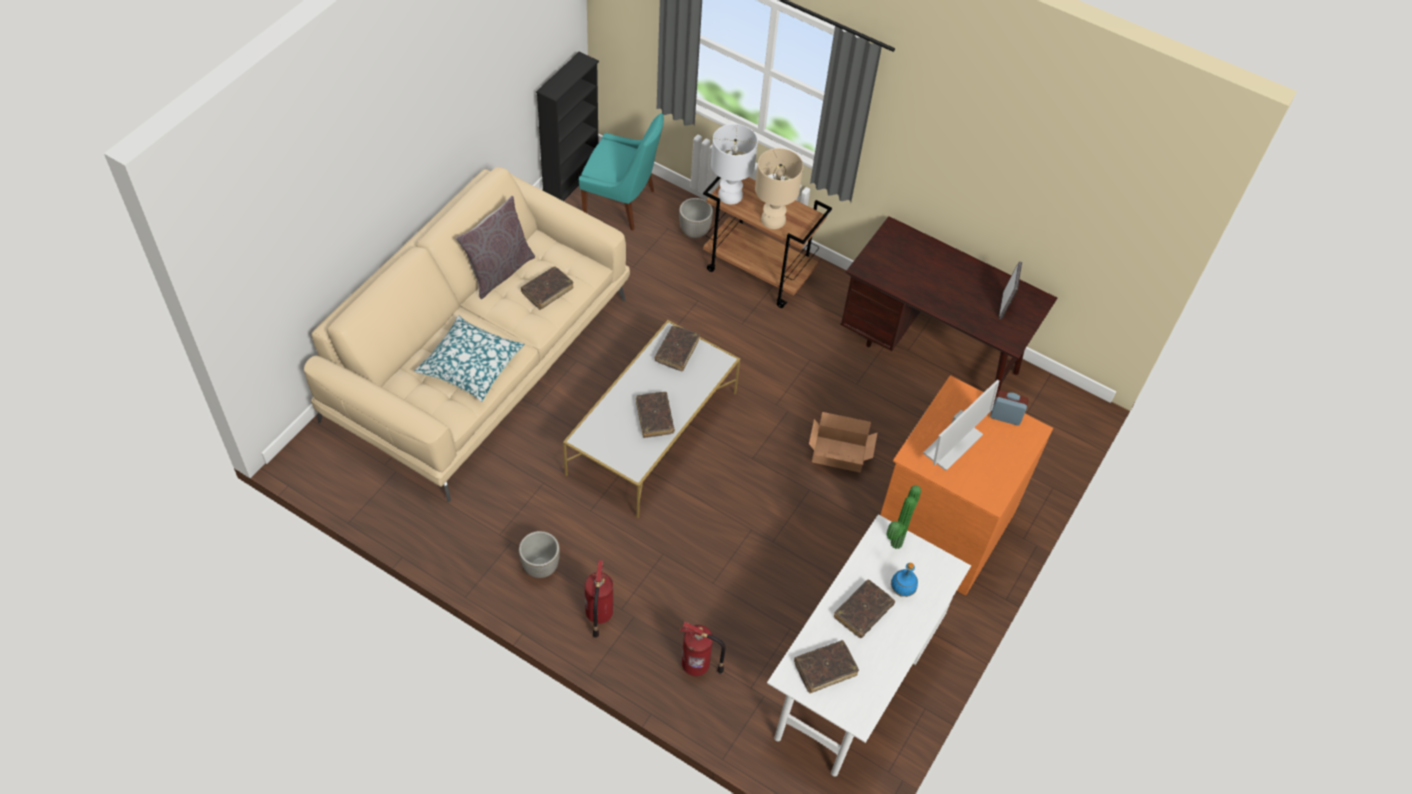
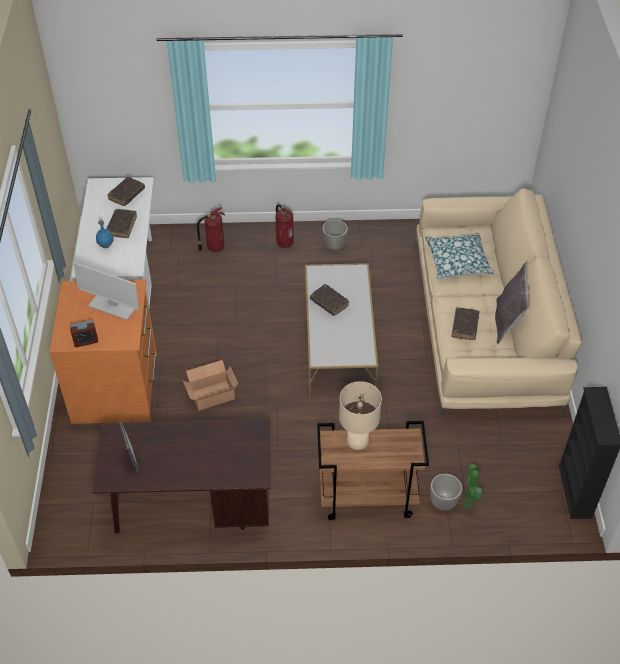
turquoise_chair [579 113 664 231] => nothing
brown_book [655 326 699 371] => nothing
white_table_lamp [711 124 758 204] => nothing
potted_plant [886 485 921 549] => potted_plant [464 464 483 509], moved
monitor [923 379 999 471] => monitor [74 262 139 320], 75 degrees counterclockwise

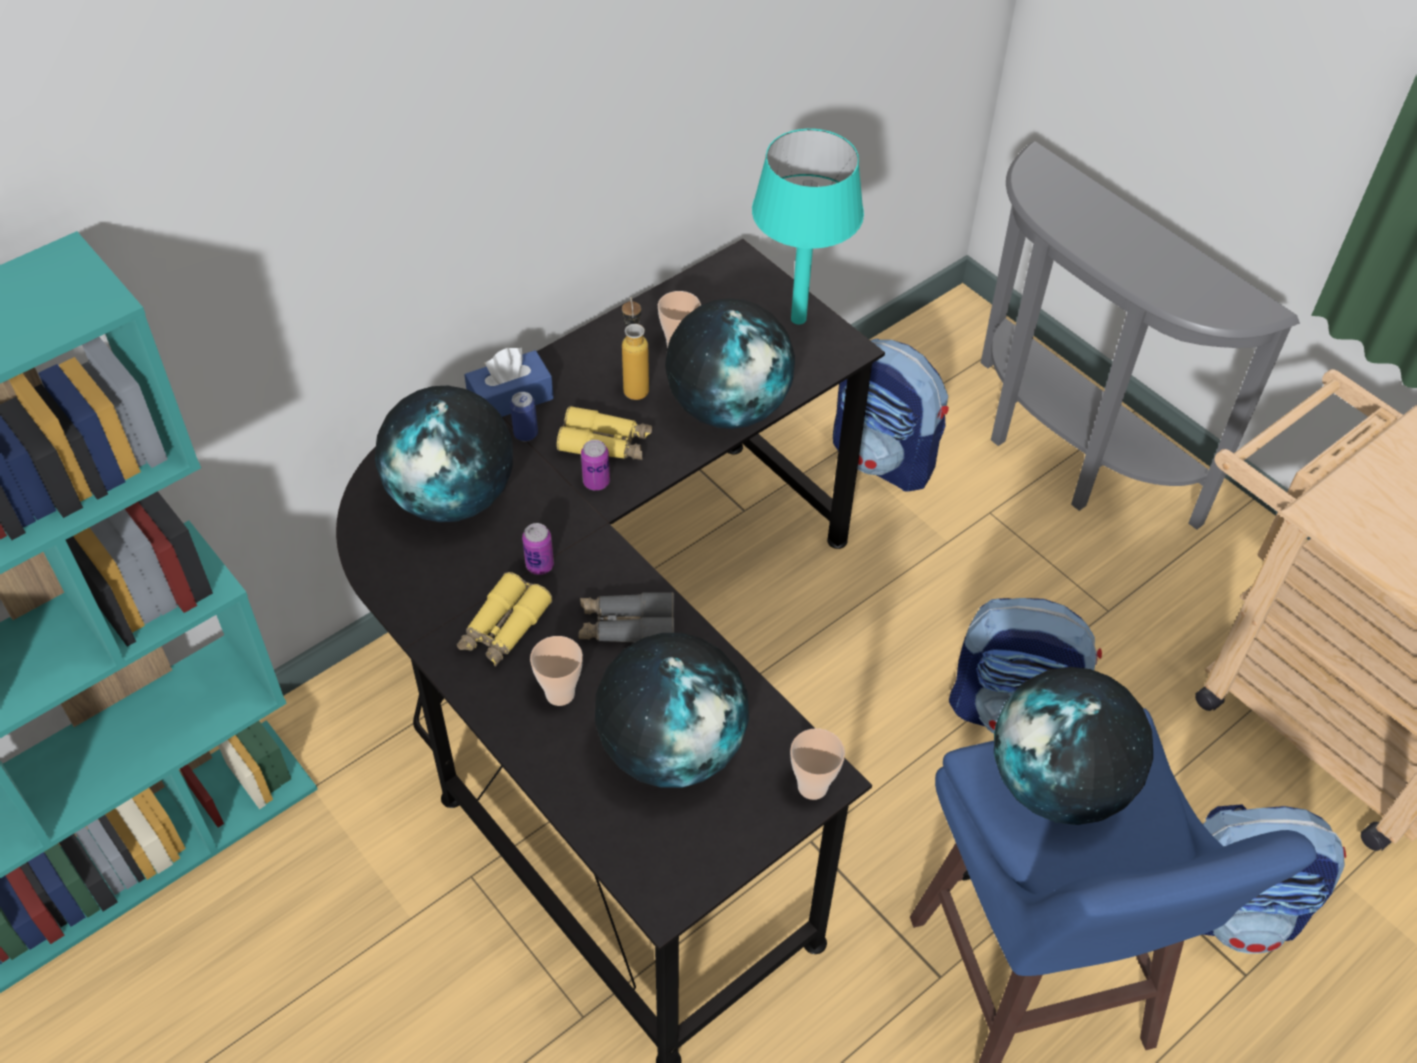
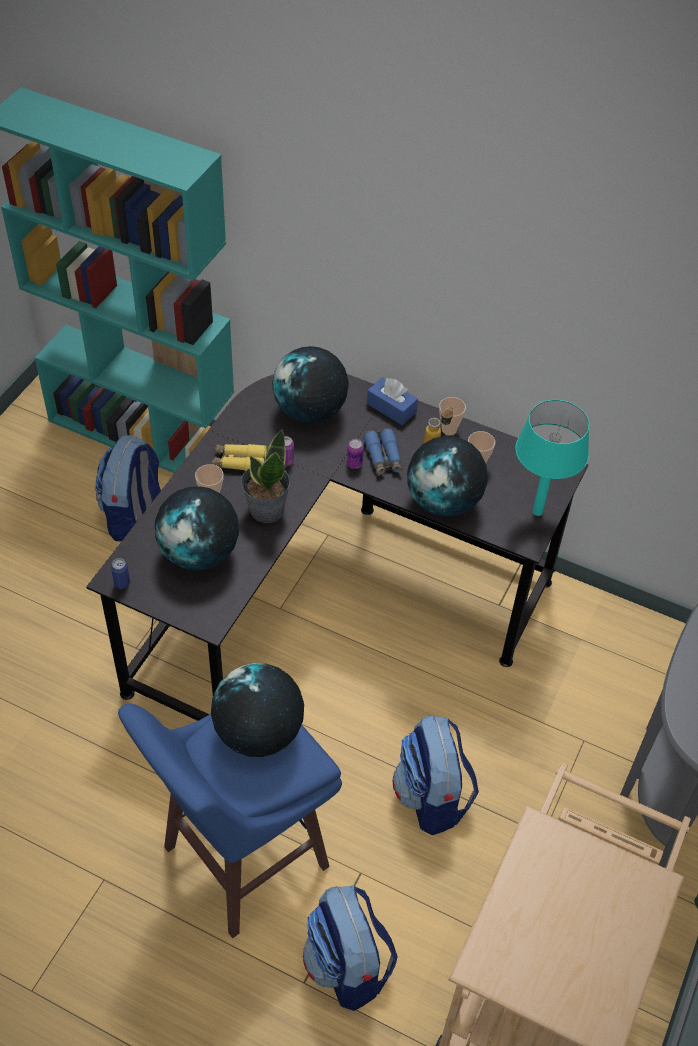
can [510 392 538 441] => can [111 558 130 589], moved
yellow_binoculars [557 406 652 460] => blue_binoculars [363 429 403 476]
grey_binoculars [578 592 674 642] => potted_plant [241 429 290 523]
cup [790 728 845 800] => cup [439 397 466 435], moved
backpack [833 338 949 492] => backpack [95 435 161 542], moved

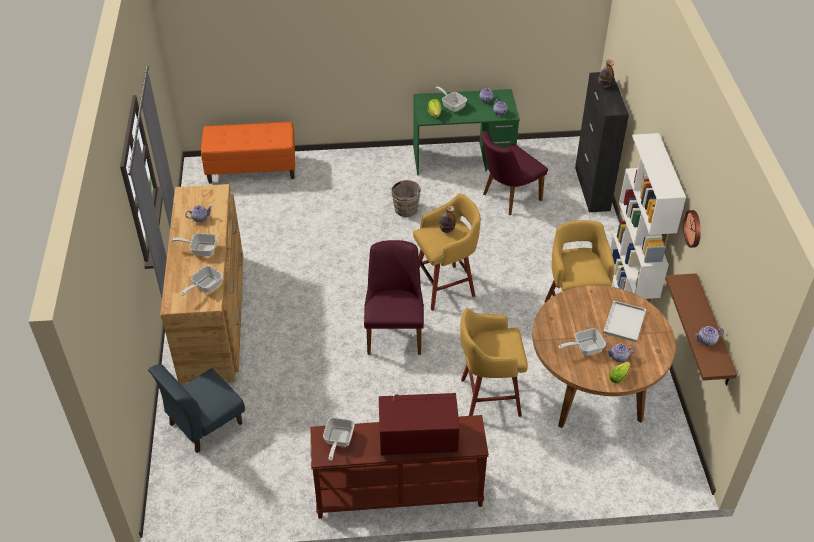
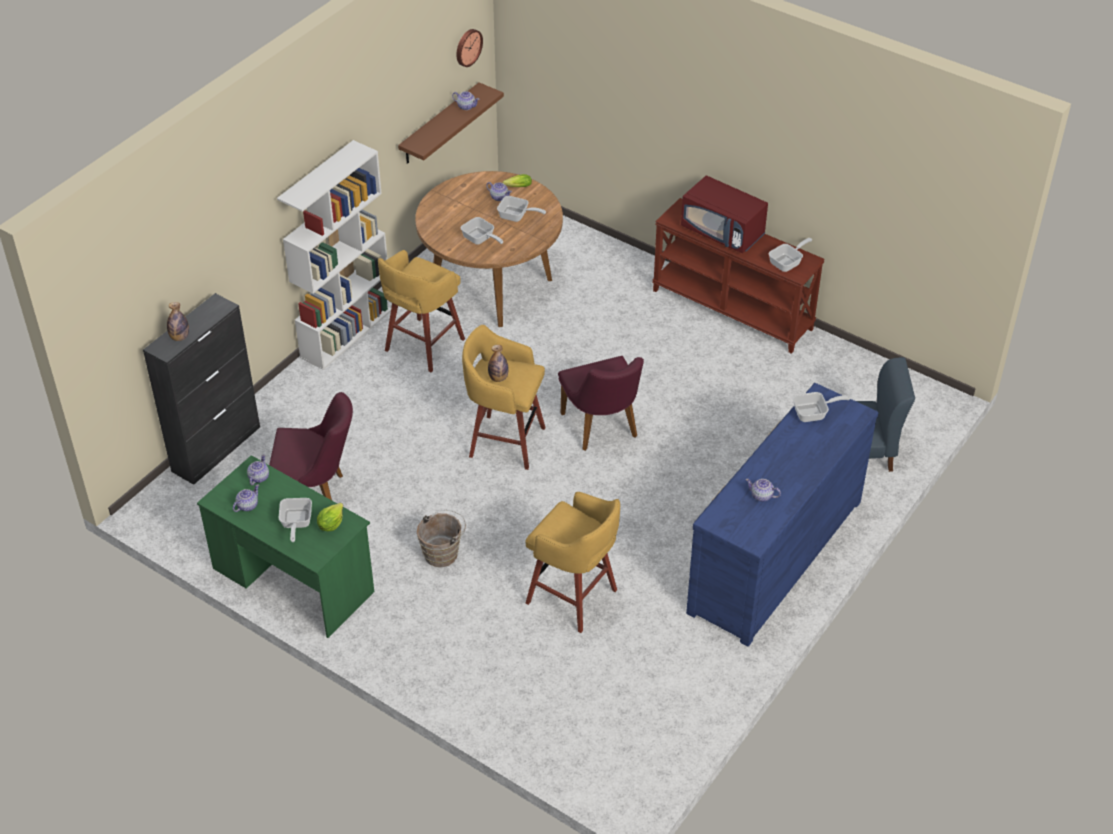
brown_dresser [160 184 243 386] => blue_dresser [686 383 879 647]
frying_pan [171 233 217 256] => frying_pan [460 217 503 245], moved
orange_bench [201 122 295 184] => nothing
purple_chair [364 240 424 355] => purple_chair [558 356 644 451], 60 degrees counterclockwise
yellow_stool [460 308 528 417] => yellow_stool [526 492 620 633], moved
white_tray [603 301 646 342] => nothing
wall_clock [683 210 701 248] => wall_clock [456 29 483 67], moved

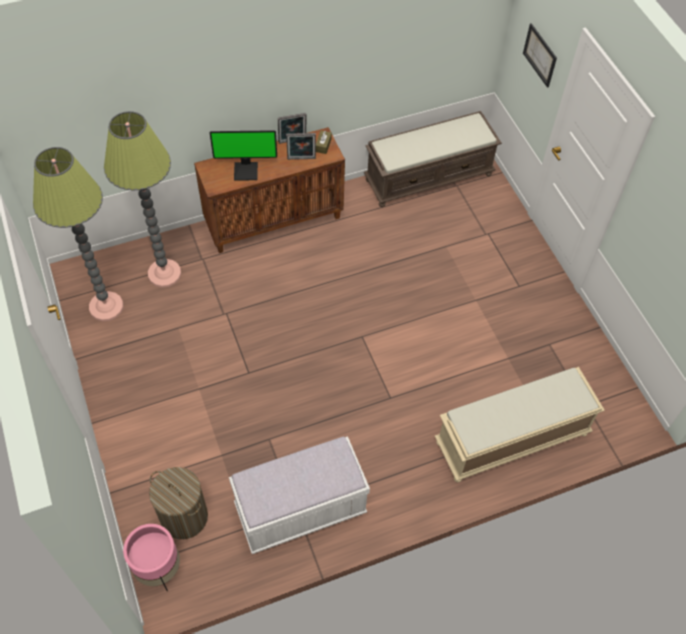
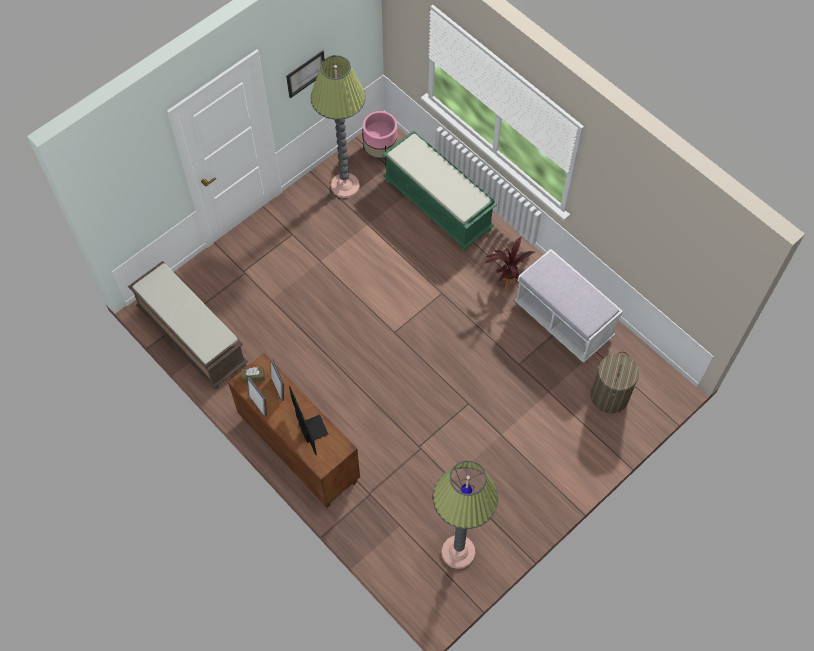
floor_lamp [104 111 181 288] => floor_lamp [311 55 366 198], moved
pink_planter [123 524 180 591] => pink_planter [363 111 397 163], moved
beige_bench [435 367 605 482] => green_bench [382 131 496 251]
picture [523 23 557 88] => picture [286 50 324 98], moved
nothing => potted_plant [485 237 534 291]

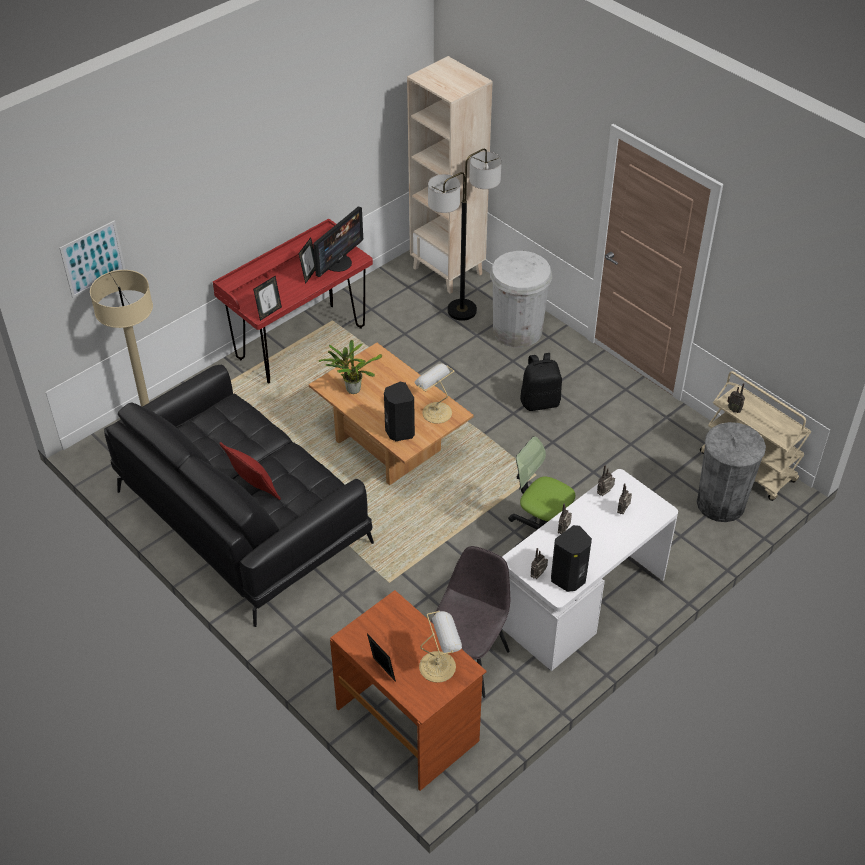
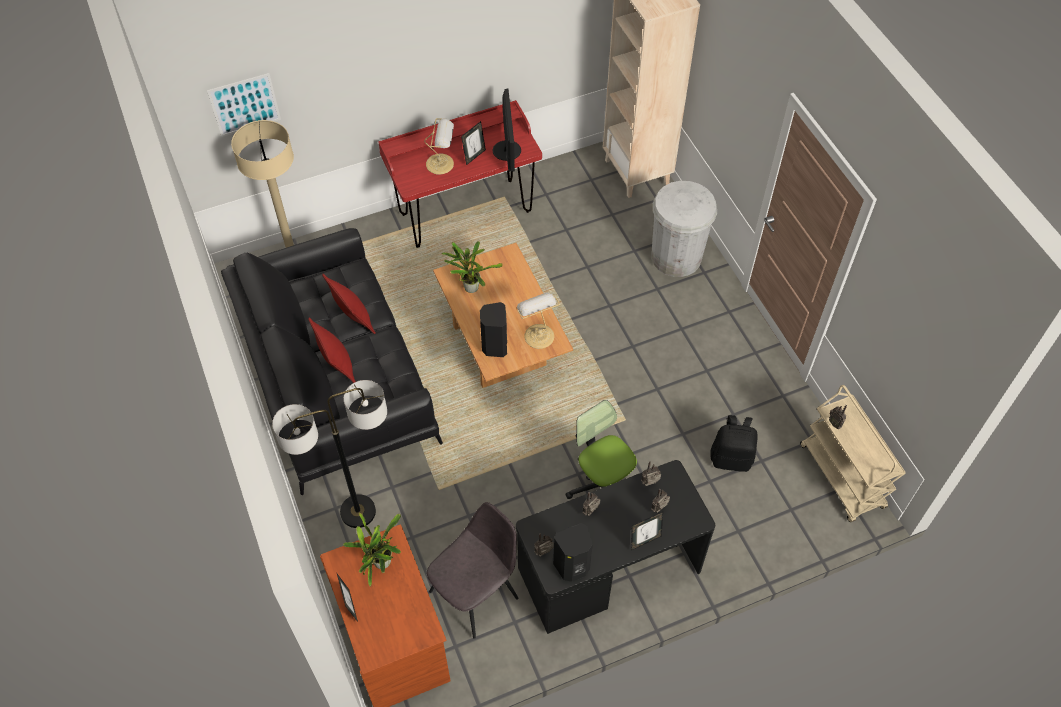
picture_frame [253 276 282 321] => picture_frame [631 512 663 550], moved
monitor [313 206 363 277] => monitor [493 89 521 171], 60 degrees counterclockwise
table_lamp [419 611 462 683] => table_lamp [424 118 454 174], moved
floor_lamp [428 149 502 321] => floor_lamp [272 380 387 528], moved
white_desk [502 469 678 671] => black_desk [516 460 715 634]
black_backpack [520 353 562 411] => black_backpack [710 415 758 472], moved
grey_trash_can [697 422 766 522] => nothing
nothing => red_pillow [322 274 376 334]
nothing => potted_plant [343 513 401 587]

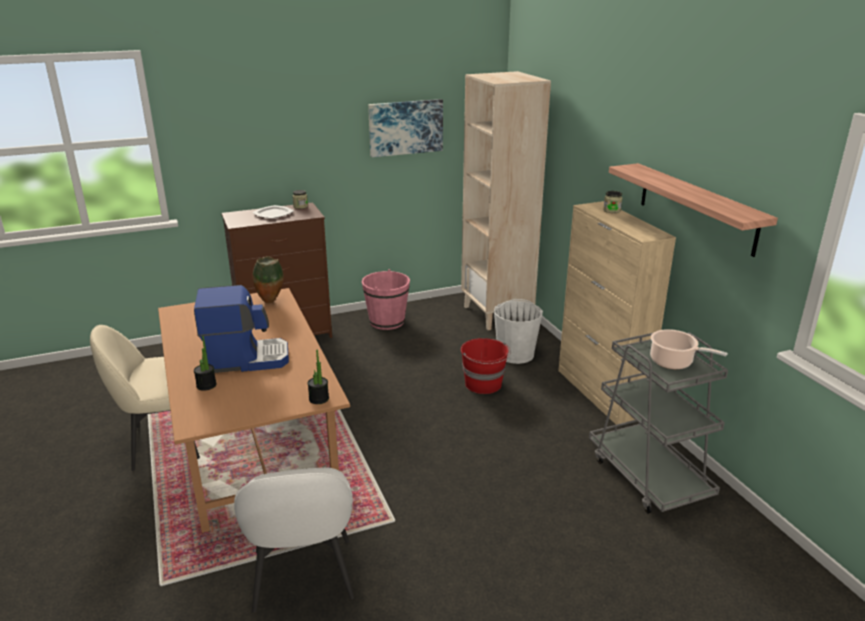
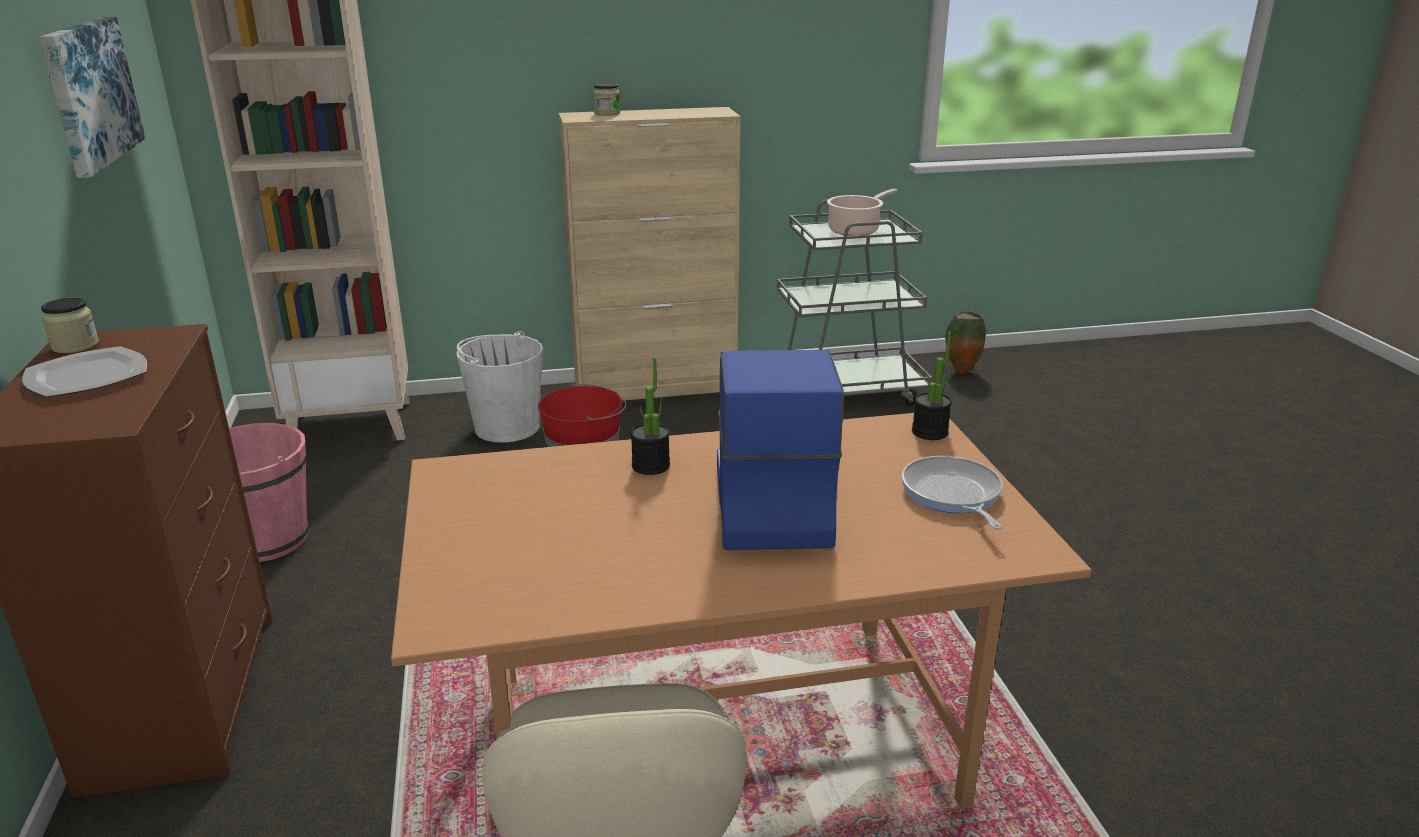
potted_plant [194 336 217 391] => potted_plant [631 358 670 475], moved
white_chair [234 467 355 613] => nothing
vase [253 256 284 303] => vase [946 311 986 374], moved
shelf [609 163 778 257] => nothing
nothing => frying_pan [902 456 1003 530]

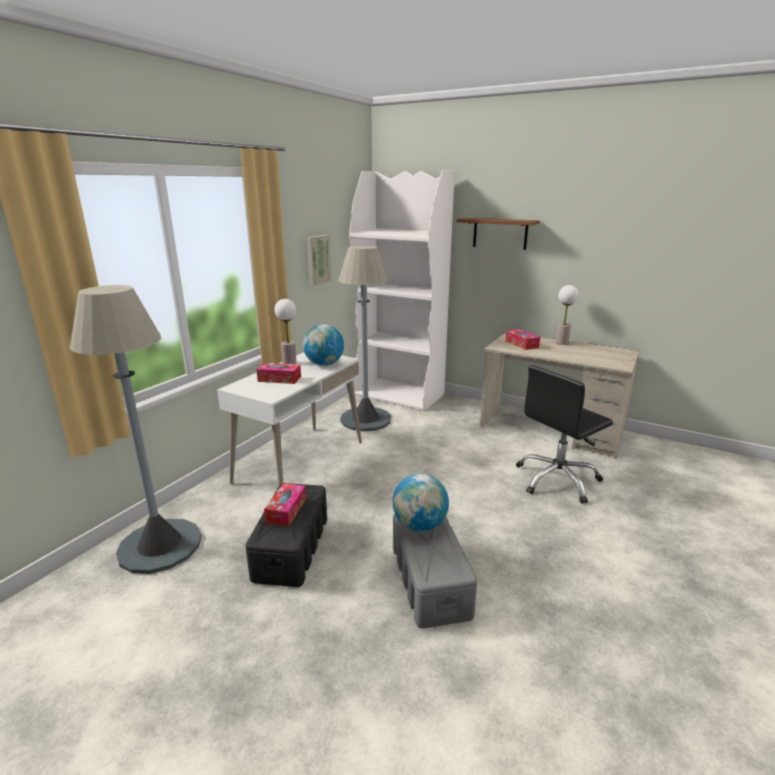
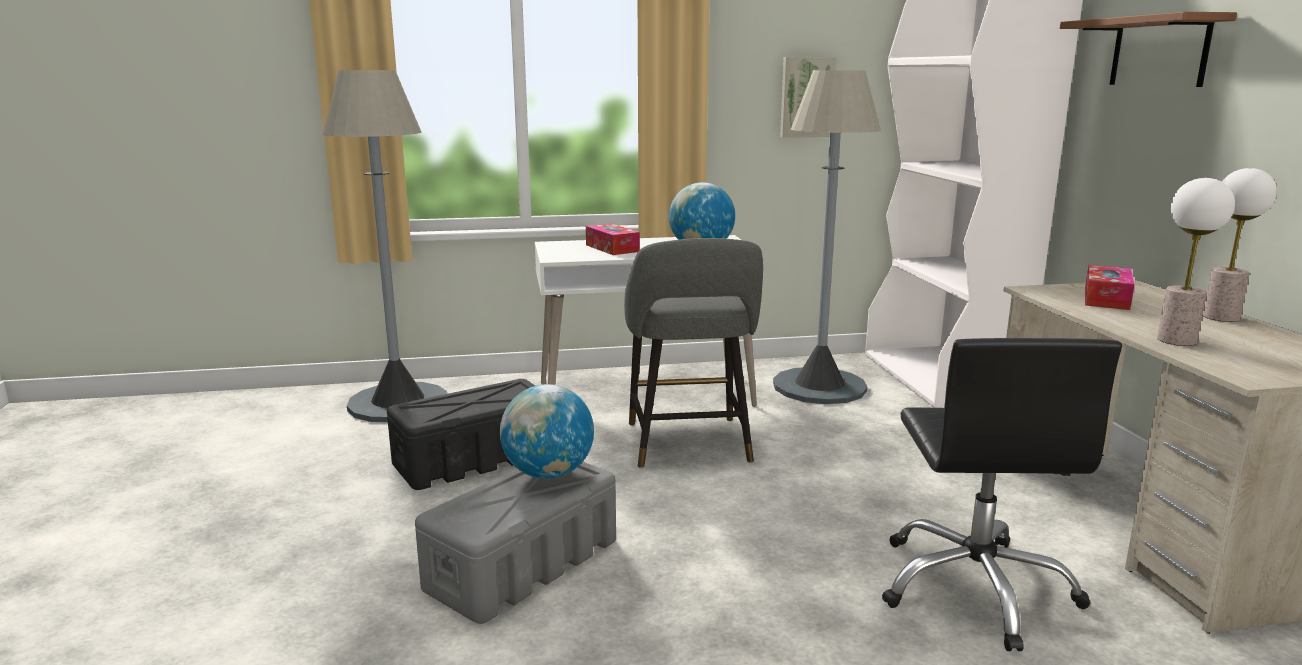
tissue_box [264 483 306 526] => nothing
table_lamp [274 299 297 364] => table_lamp [1157 178 1235 346], moved
black_office_chair [516 365 613 504] => black_office_chair [882 338 1122 651], 105 degrees counterclockwise
nothing => grey_stool [624 238 763 468]

